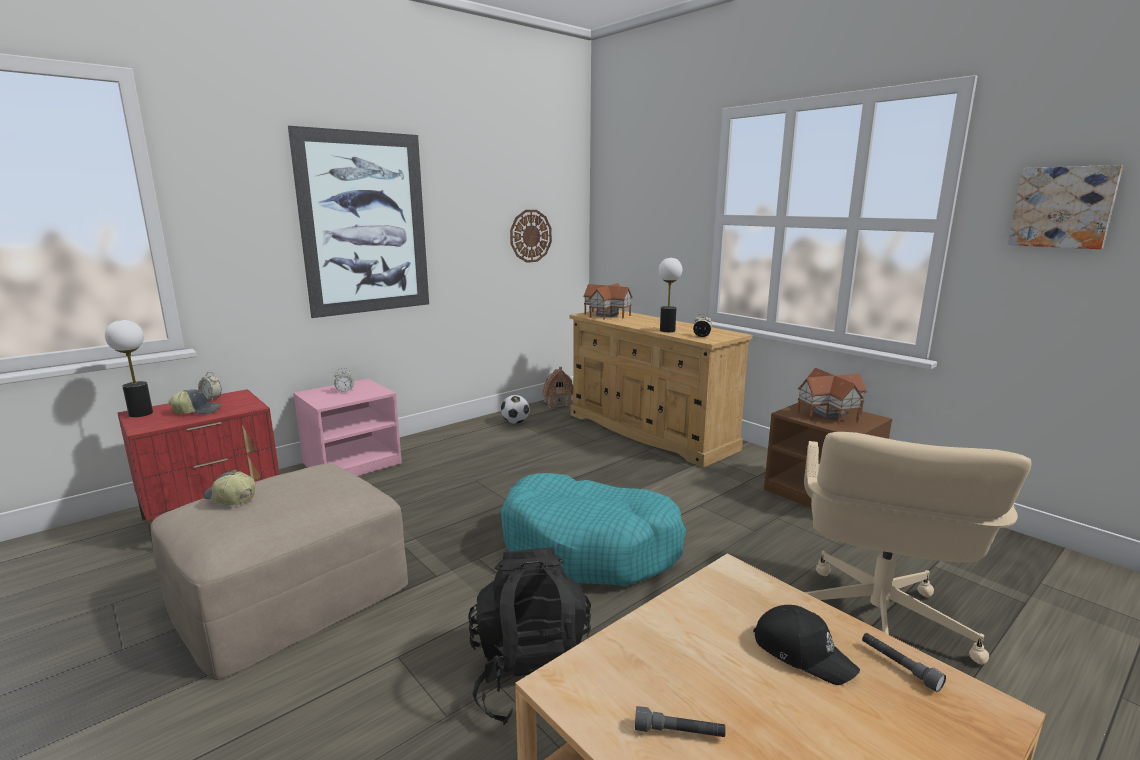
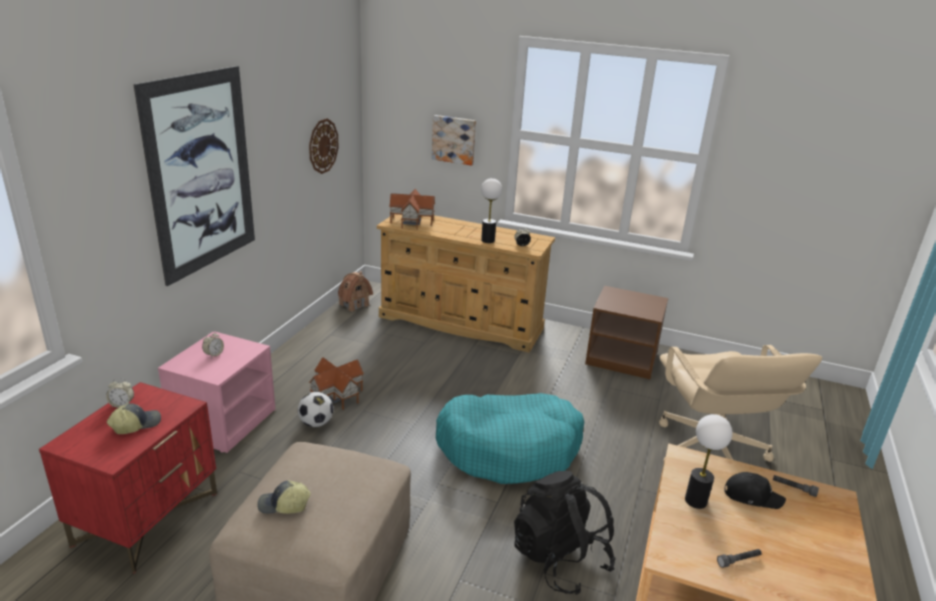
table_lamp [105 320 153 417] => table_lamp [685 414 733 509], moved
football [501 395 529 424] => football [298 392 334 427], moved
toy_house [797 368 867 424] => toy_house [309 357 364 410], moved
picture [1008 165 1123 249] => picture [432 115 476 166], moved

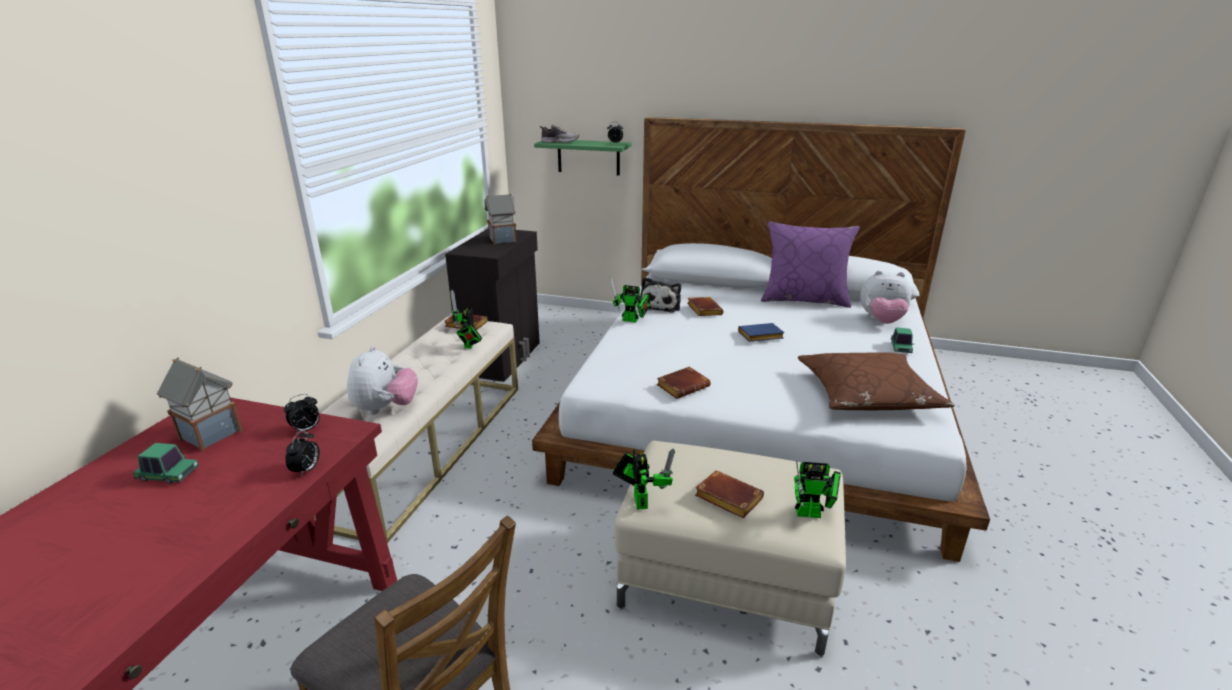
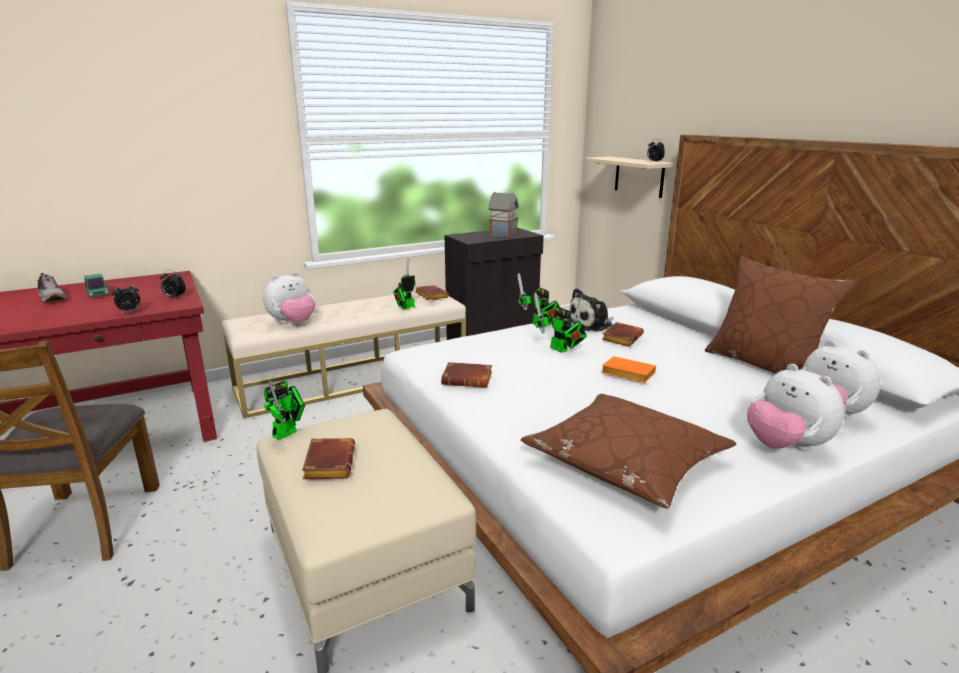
toy_house [157 357 243 452] => nothing
green_shelf [534 140 632 176] => beige_shelf [585 157 675 198]
shoe [540 125 579 143] => shoe [38 273 67 302], moved
blue_book [738 323 784 342] => orange_book [601 356 656 383]
purple_pillow [761 221 860 308] => brown_pillow [705 256 856 374]
toy_robot [794 460 841 518] => toy_robot [534 292 587 353], moved
toy_car [891 327 914 353] => plush_toy [747 364 845 451]

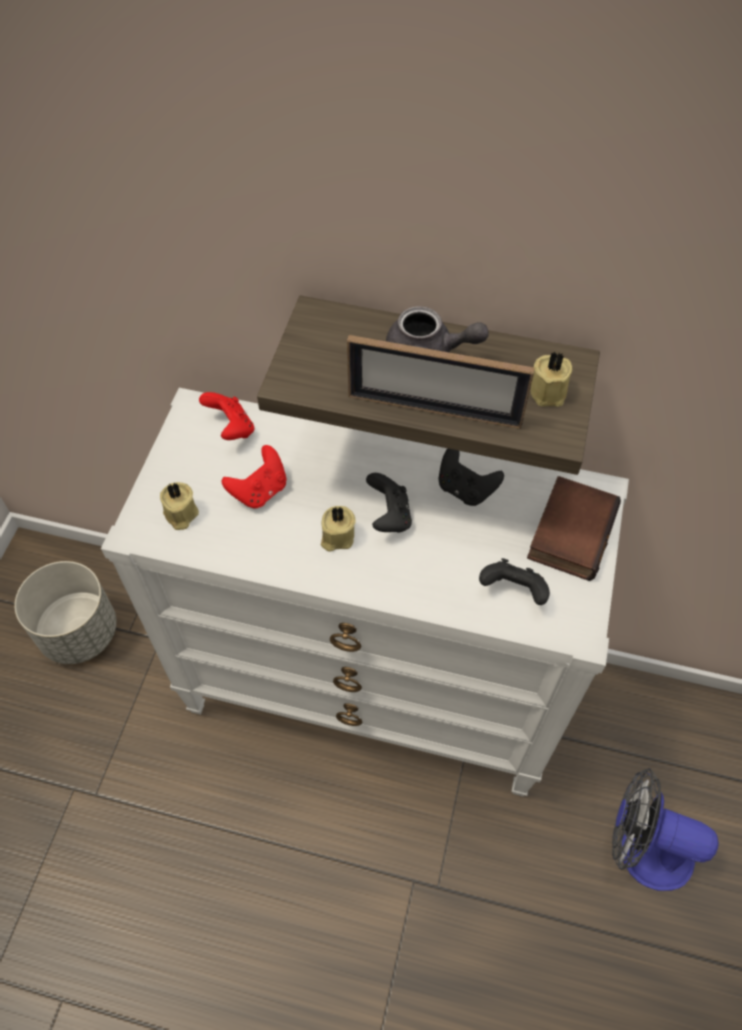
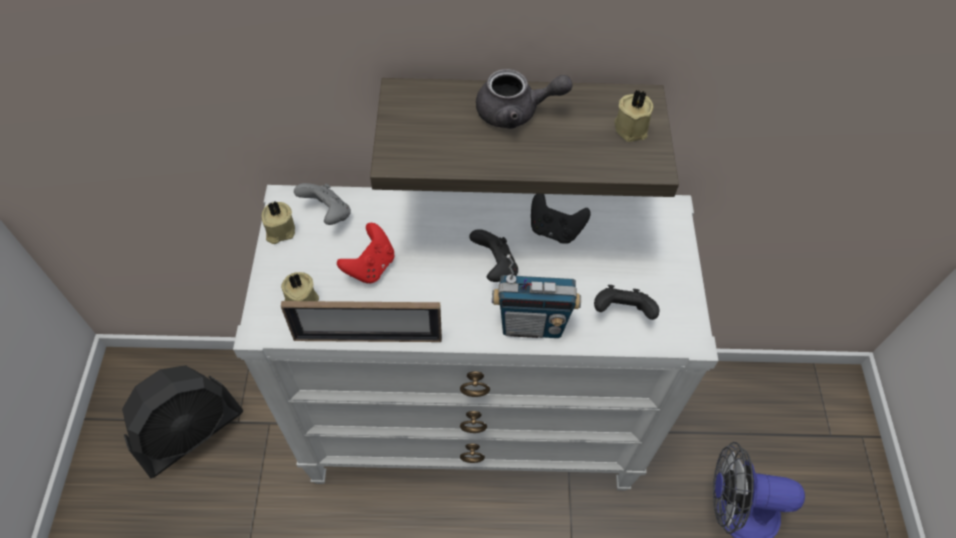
grey_planter [14 561 117 664] => black_fan [122 365 244 478]
red_game_controller [199 392 254 440] => grey_game_controller [294 183 351 225]
beige_candle [321 506 356 552] => beige_candle [262 201 295 244], moved
picture_frame [347 335 535 429] => picture_frame [281 301 442 342], moved
book [527 476 621 581] => nothing
nothing => radio [492 254 581 338]

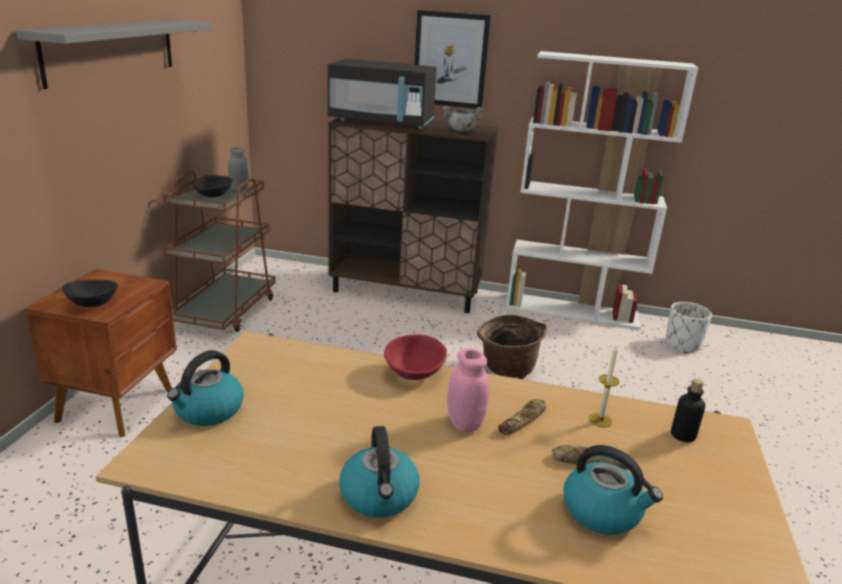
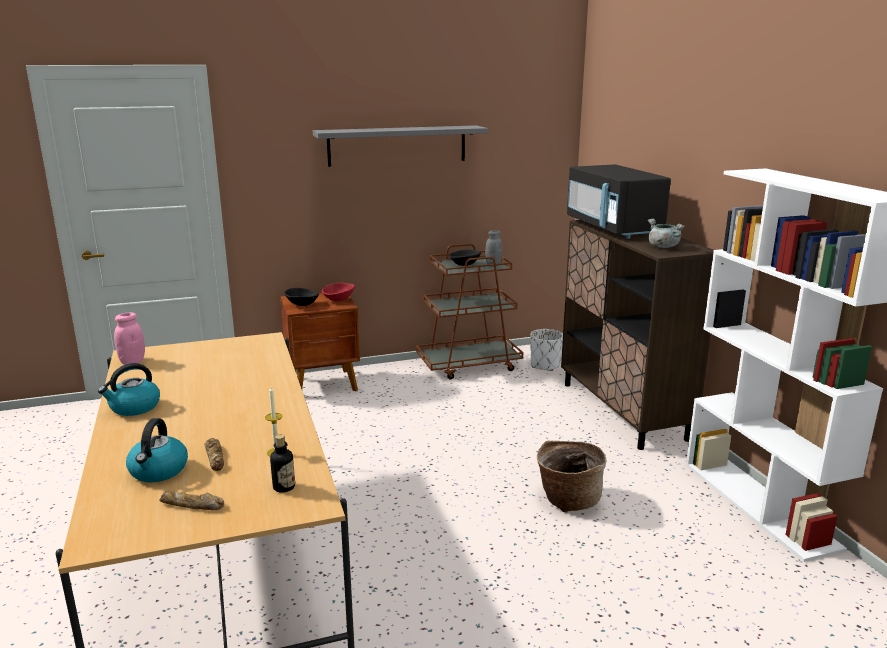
kettle [167 350 244 426] => nothing
red_bowl [384 335 447 380] => red_bowl [322 283 355 301], moved
picture [415 10 491 109] => nothing
pink_jar [447 348 489 433] => pink_jar [114 312 145 365], moved
bread [498 399 546 435] => bread [159 492 224 510], moved
white_planter [665 302 712 353] => white_planter [530 329 563 371], moved

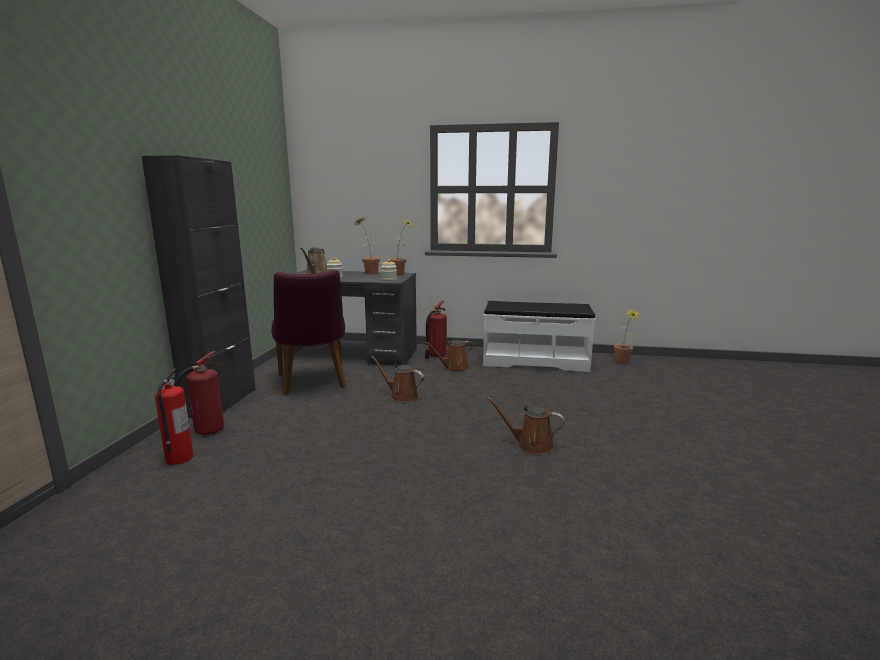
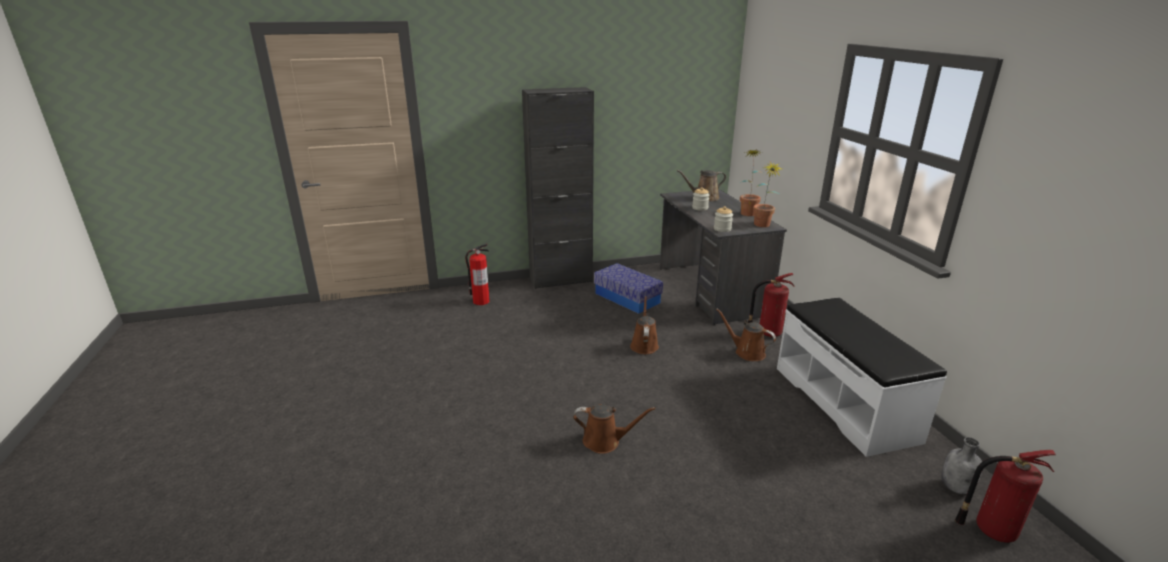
fire_extinguisher [174 351 224 435] => fire_extinguisher [955 450 1056 543], moved
purple_chair [271 269 346 395] => storage_box [594 263 663 314]
brown_watering_can [487 398 565 454] => brown_watering_can [573 404 656 454], 105 degrees clockwise
potted_plant [614 308 639 364] => grey_bottle [941 437 982 494]

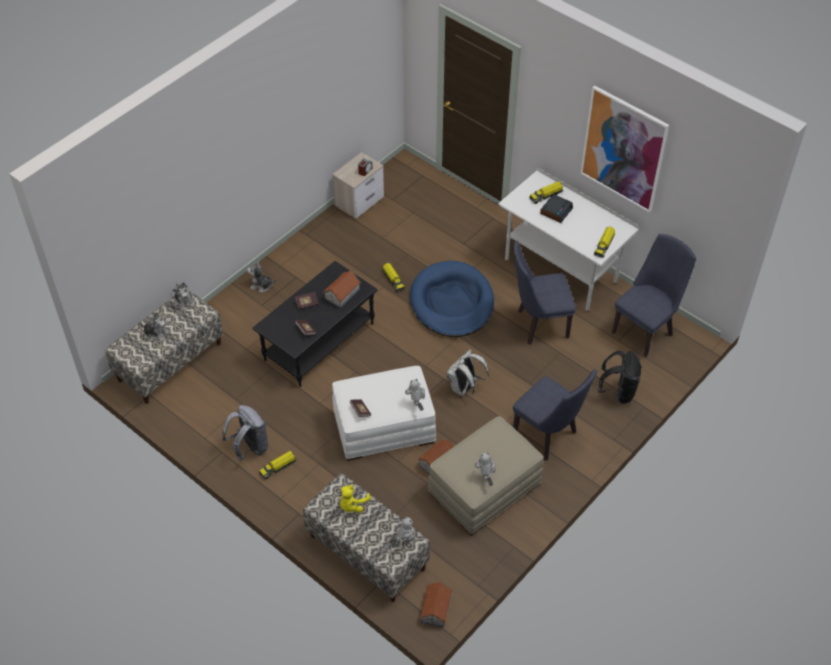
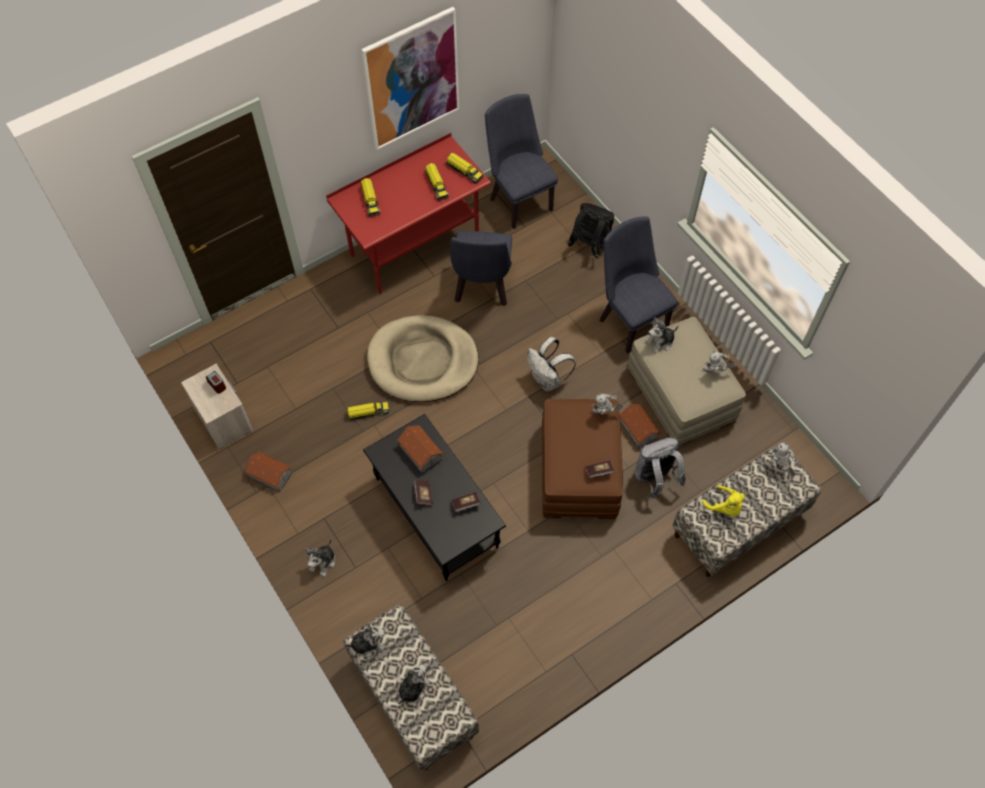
grey_backpack [222 405 268 461] => grey_backpack [635 438 686 498], moved
toy_truck [259 451 296 479] => toy_truck [425 163 449 200], moved
white_ottoman [332 366 436 461] => brown_ottoman [542 399 623 519]
blue_dog_bed [410 261 494 337] => beige_dog_bed [367 315 479 402]
toy_house [420 582 452 627] => toy_house [244 451 292 492], moved
white_desk [498 167 639 312] => red_desk [326 133 491 295]
blue_chair [513 369 597 460] => blue_chair [600 217 678 353], 90 degrees counterclockwise
alarm_clock [540 194 573 223] => nothing
nothing => plush_toy [645 318 678 353]

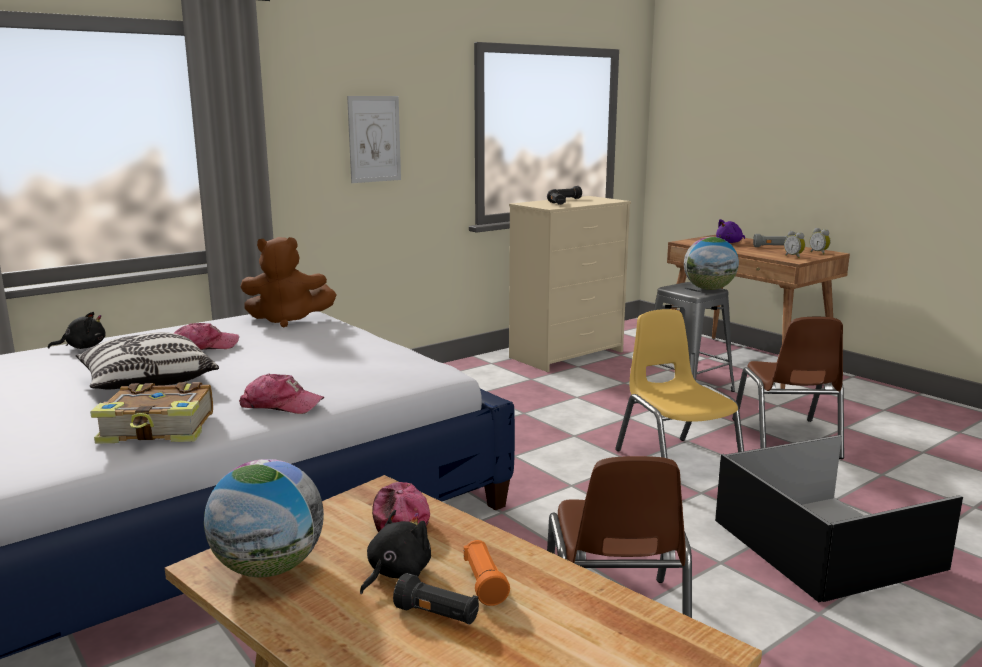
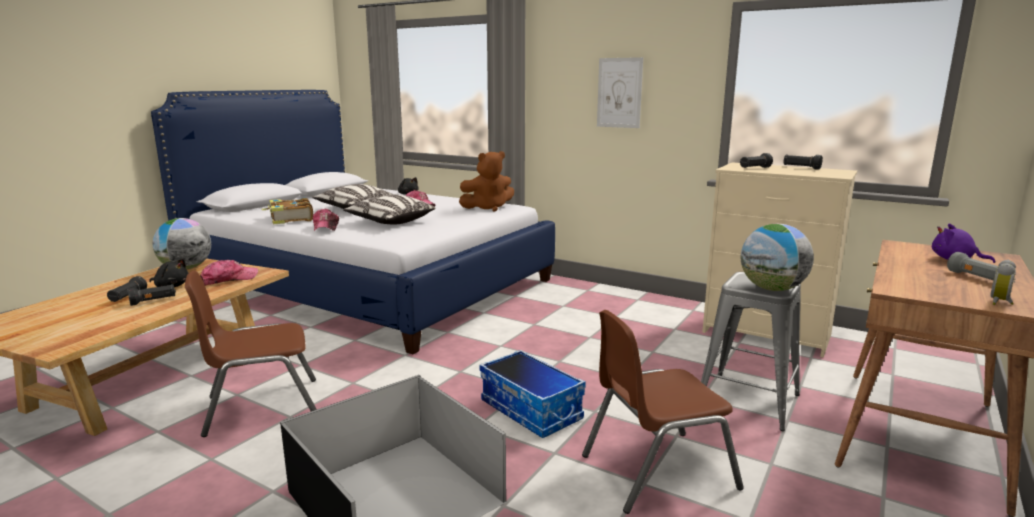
brown_plush_toy [240 237 337 327] => brown_plush_toy [459 151 514 212], 90 degrees counterclockwise
orange_flashlight [463 540 510 606] => black_flashlight [127 284 176 306]
yellow_chair [615 309 744 459] => storage_box [479 350 586 438]
alarm_clock [784 231 805 258] => nothing
nothing => pillow [343 194 436 224]

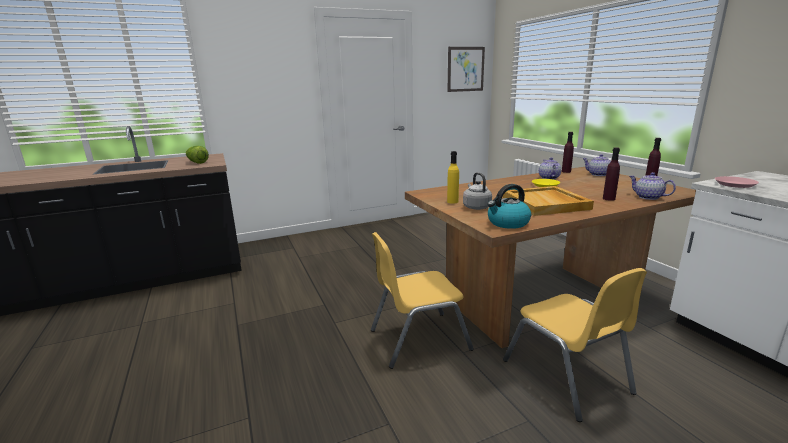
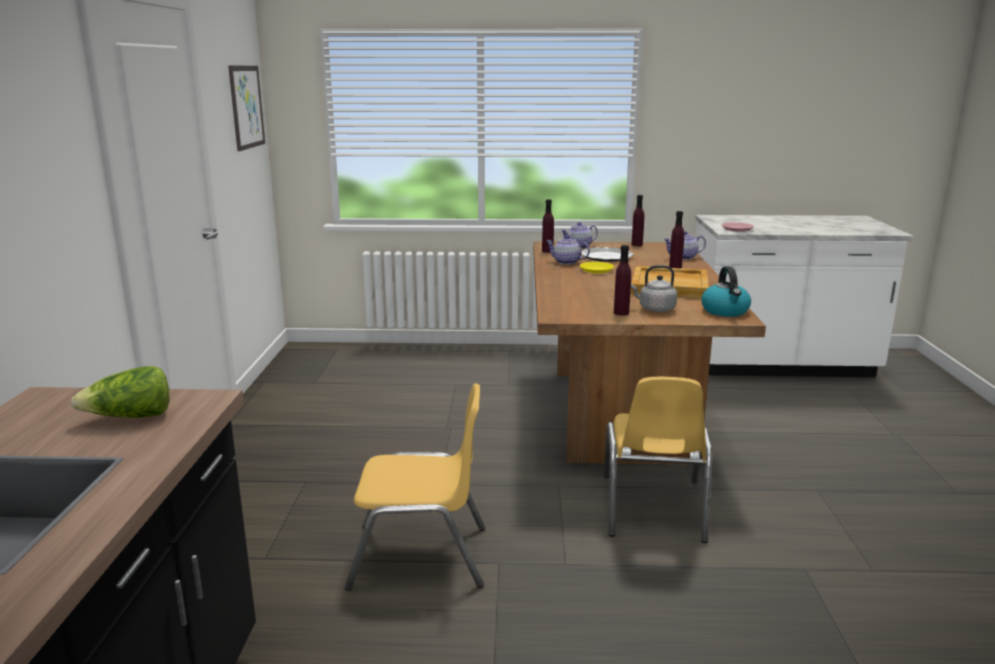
yellow_bottle [447 151 459 203] => purple_bottle [614 245 631 316]
yellow_chair [503 268 647 422] => yellow_chair [345 383 485 591], moved
nothing => plate [581 247 634 262]

